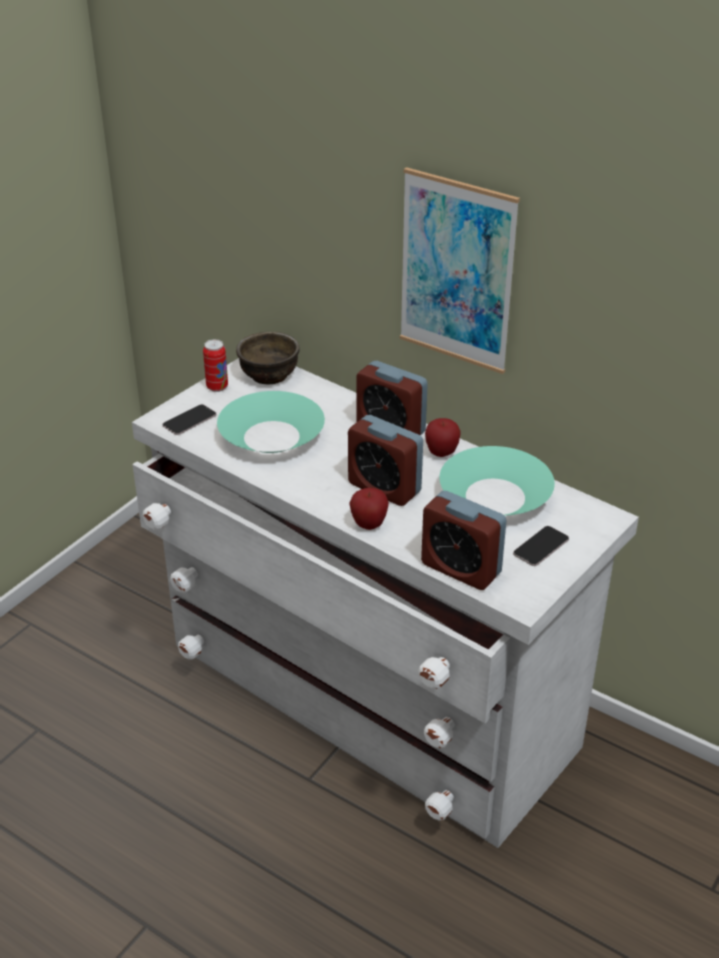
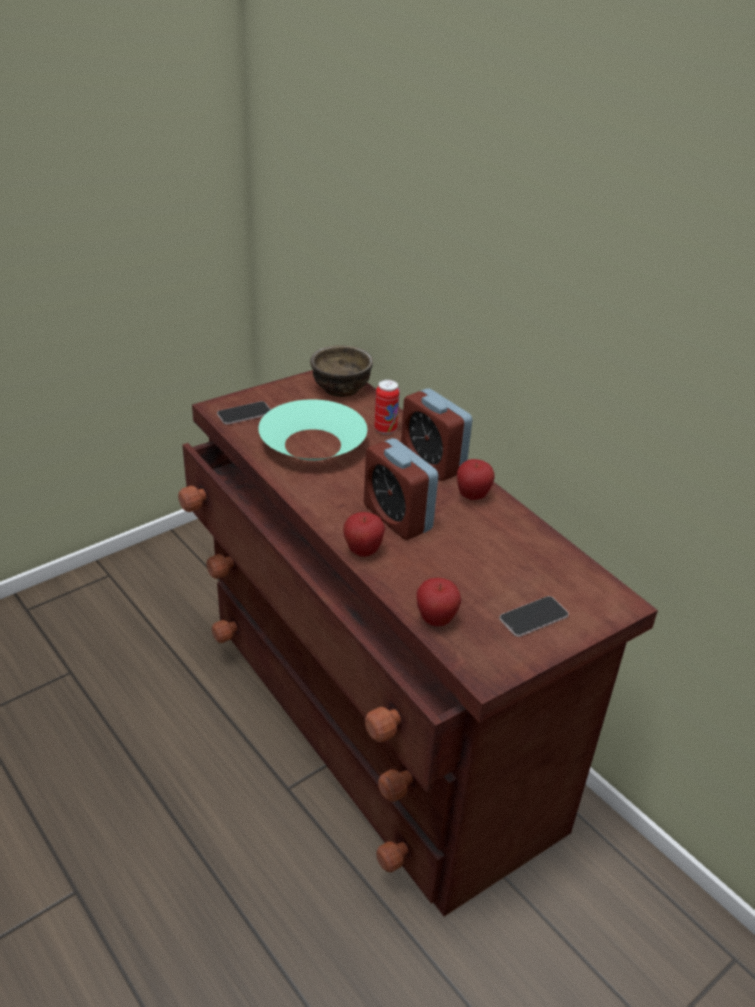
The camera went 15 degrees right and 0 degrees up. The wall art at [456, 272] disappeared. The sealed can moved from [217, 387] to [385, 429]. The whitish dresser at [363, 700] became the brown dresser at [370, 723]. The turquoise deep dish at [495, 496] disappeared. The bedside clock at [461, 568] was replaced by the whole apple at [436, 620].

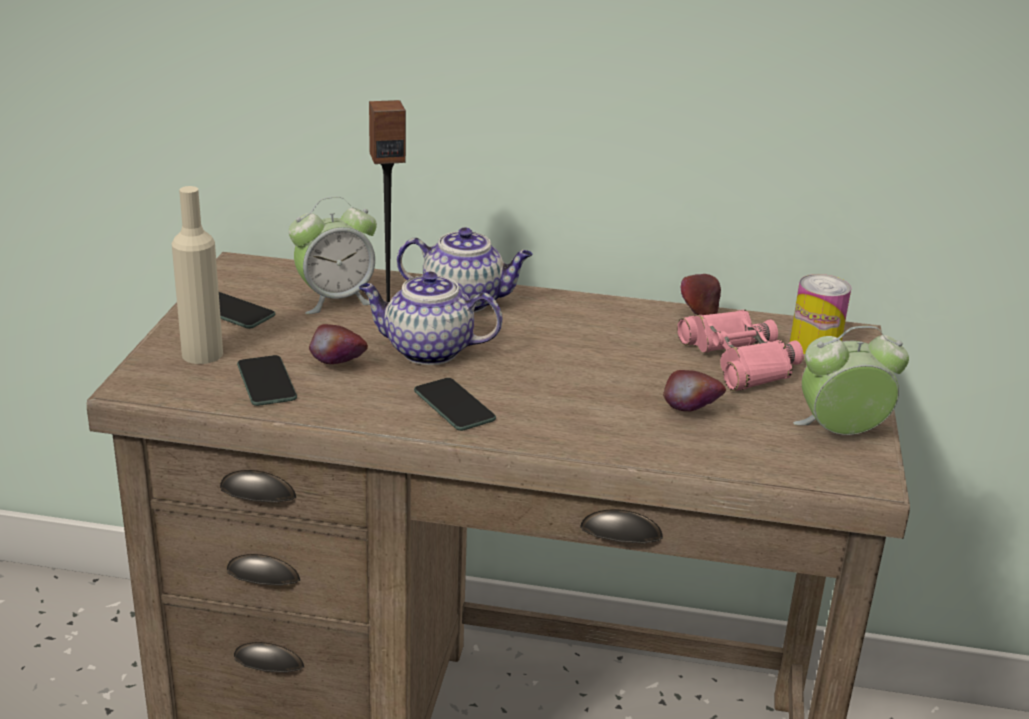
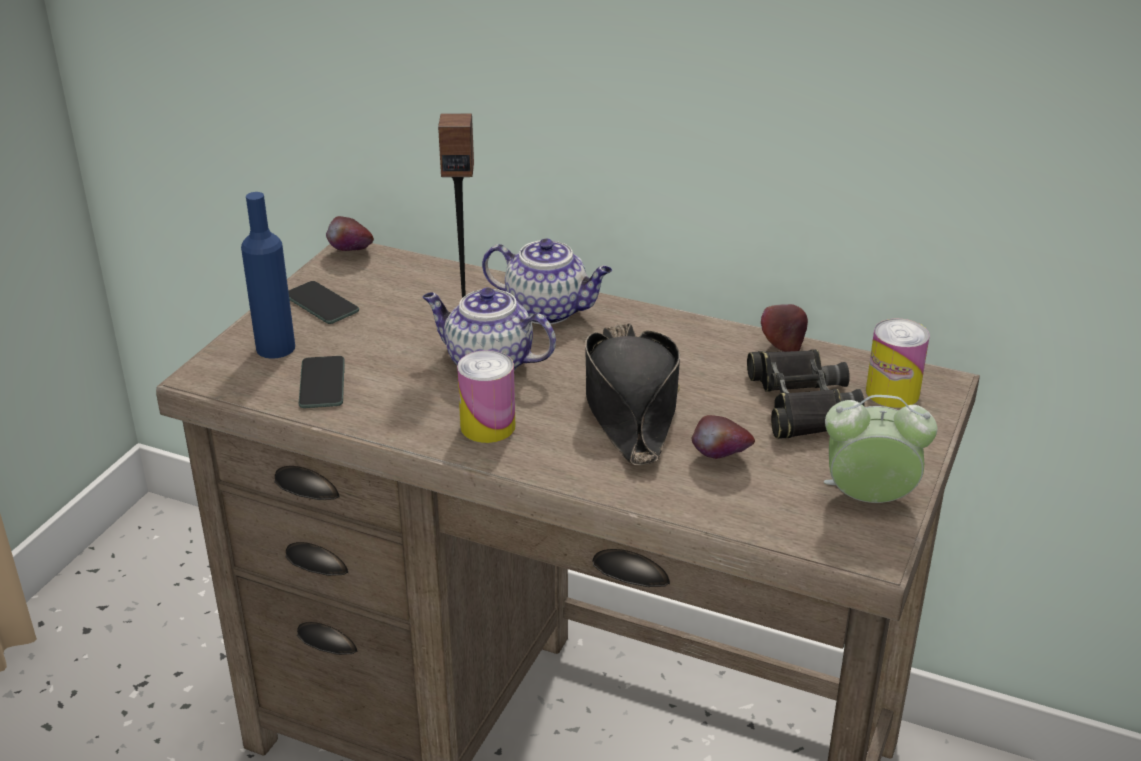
The camera went 15 degrees right and 5 degrees up. The beige bottle at [202, 354] became the blue bottle at [275, 348]. The bedside clock at [335, 300] disappeared. The pink-coloured field glasses at [739, 360] became the black field glasses at [800, 403]. The whole apple moved from [338, 367] to [351, 254]. The phone at [454, 405] was replaced by the sealed can at [488, 426]. The black clothing hat at [630, 405] appeared.

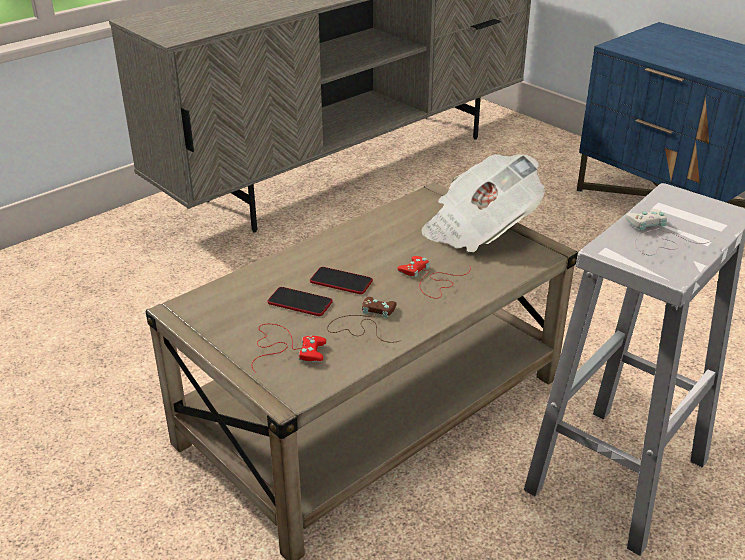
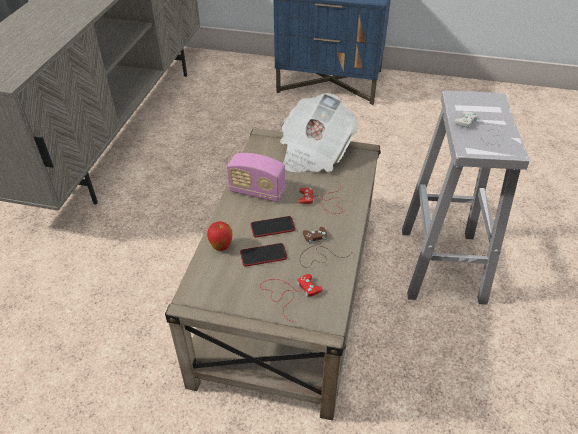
The camera went 35 degrees left and 10 degrees up. The radio set at [257, 192] appeared. The whole apple at [221, 247] appeared.

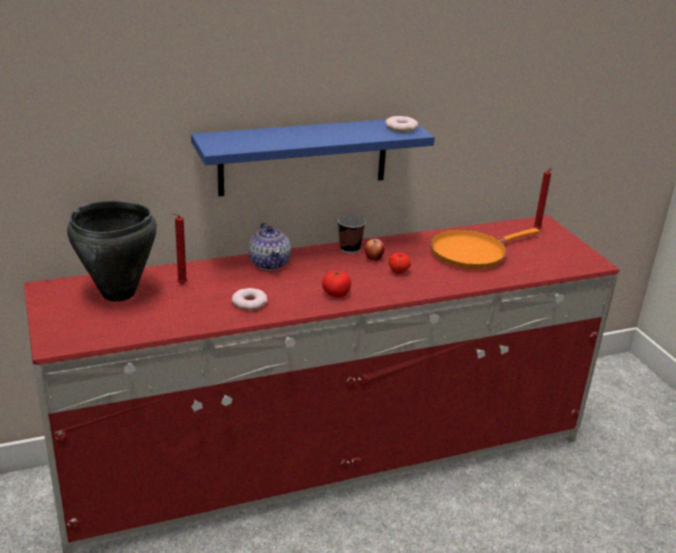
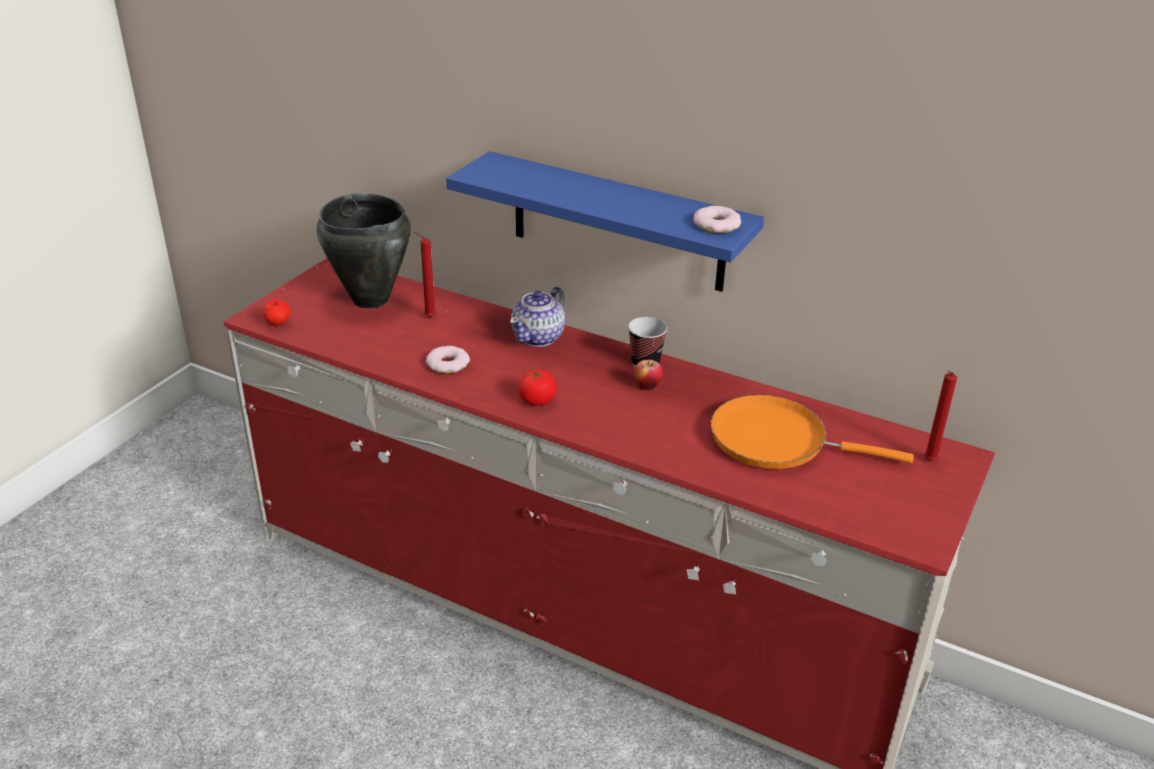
The camera went 50 degrees right and 5 degrees up. The whole apple moved from [398, 272] to [278, 324].

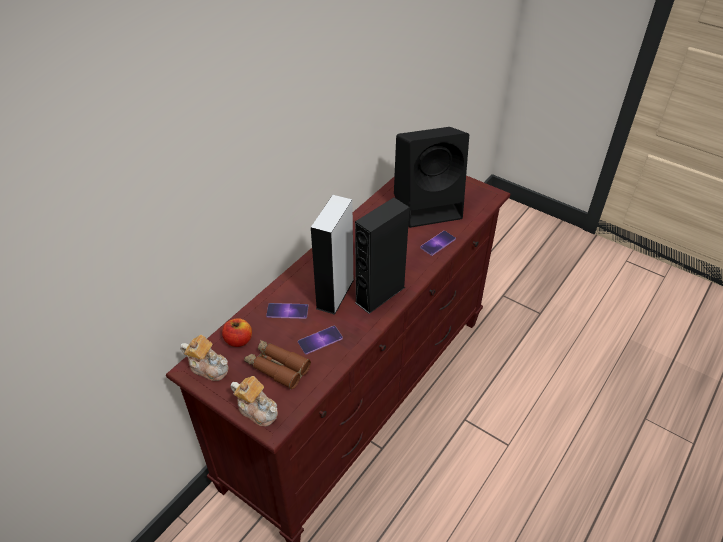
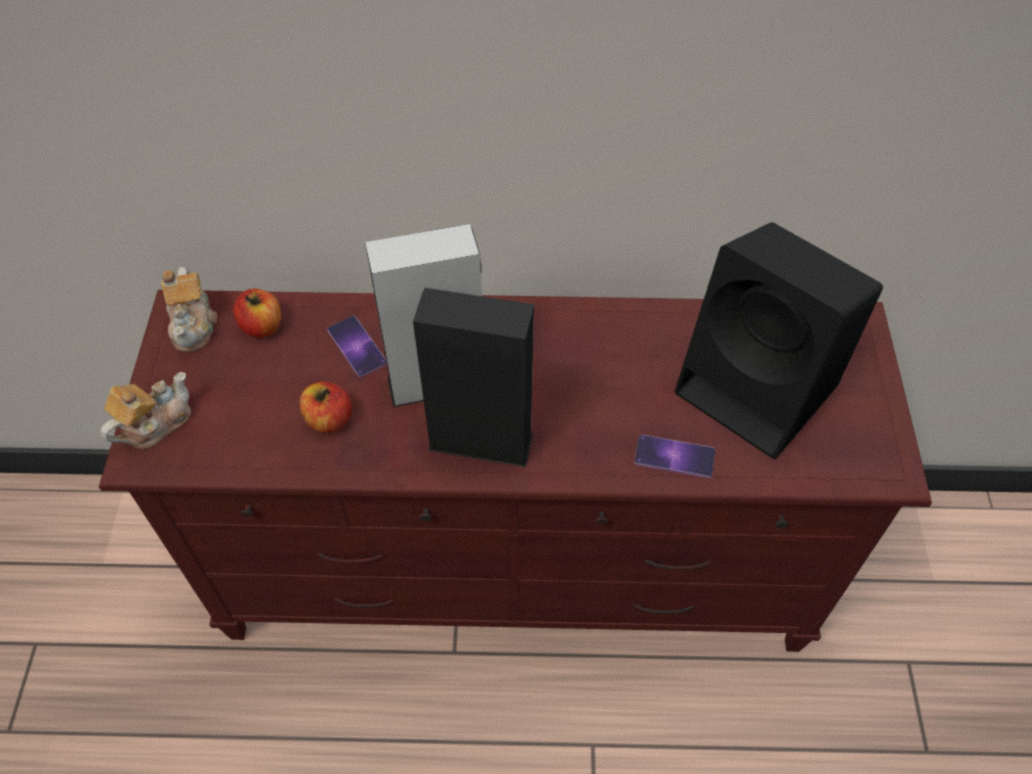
The camera went 55 degrees right and 10 degrees up. The phone at [320, 340] was replaced by the whole apple at [329, 419]. The brown field glasses at [277, 367] disappeared. The tea pot at [257, 409] turned 135 degrees counterclockwise.

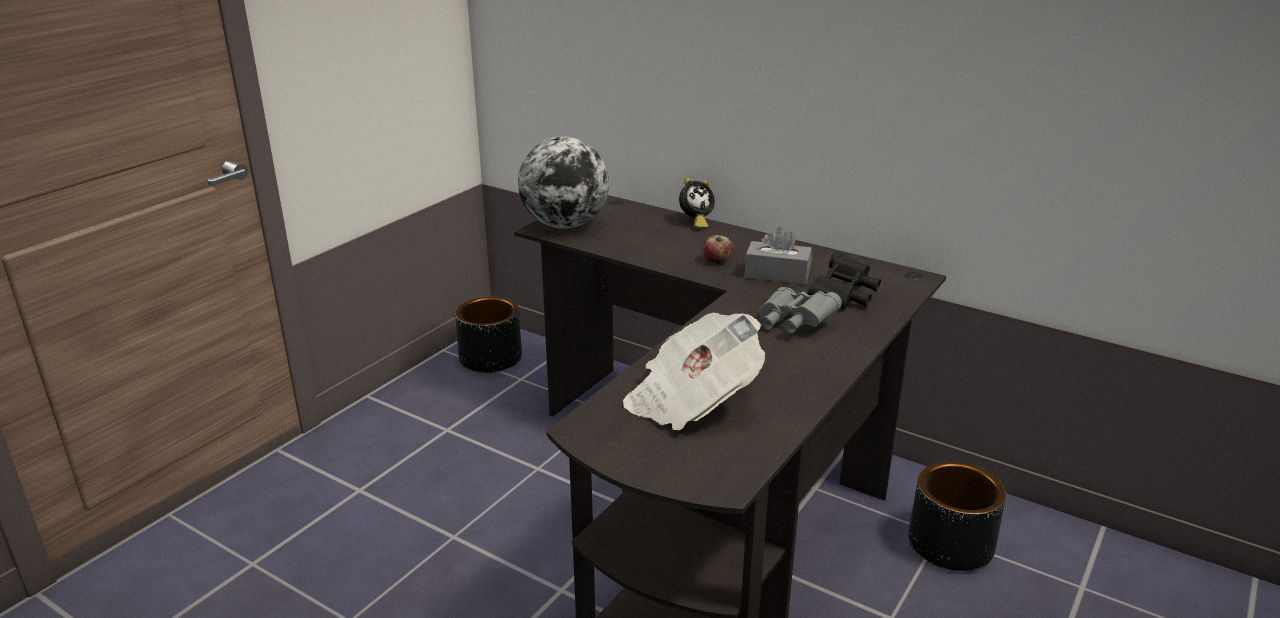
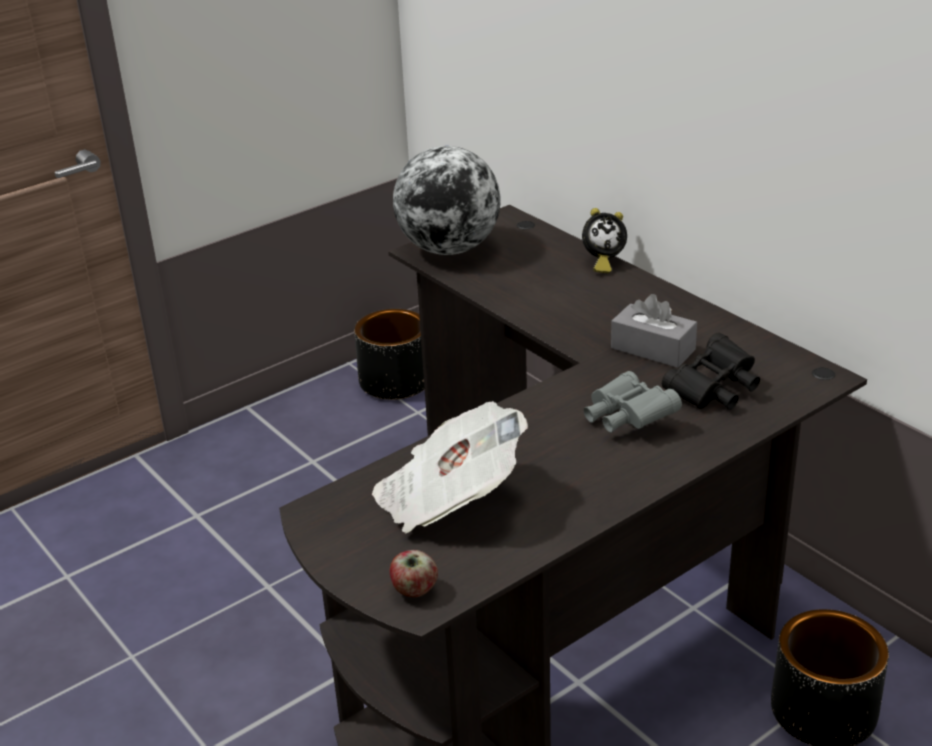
The camera went 20 degrees right and 5 degrees up. The whole apple moved from [717, 261] to [414, 590].

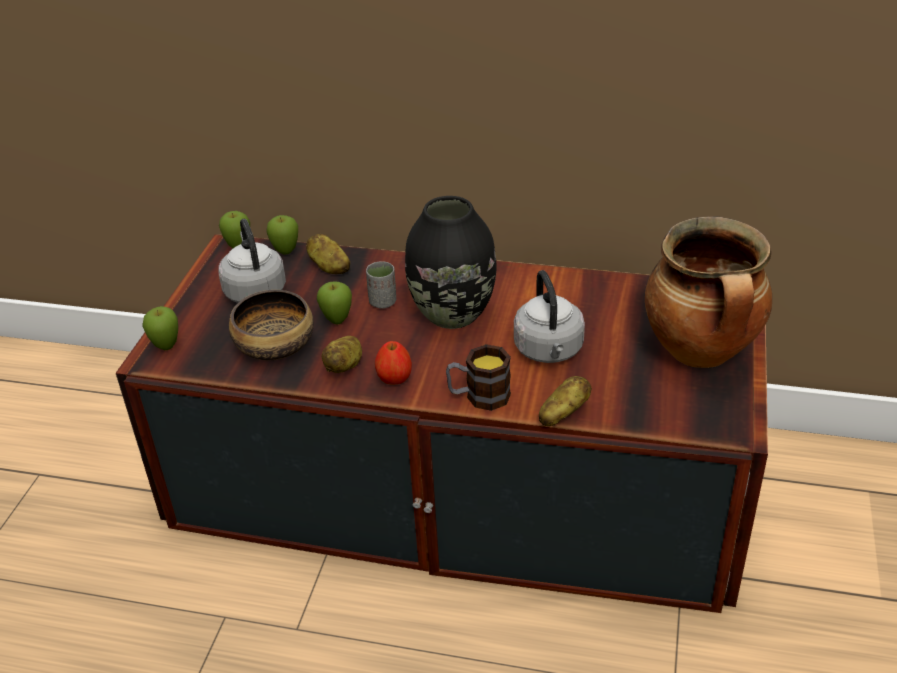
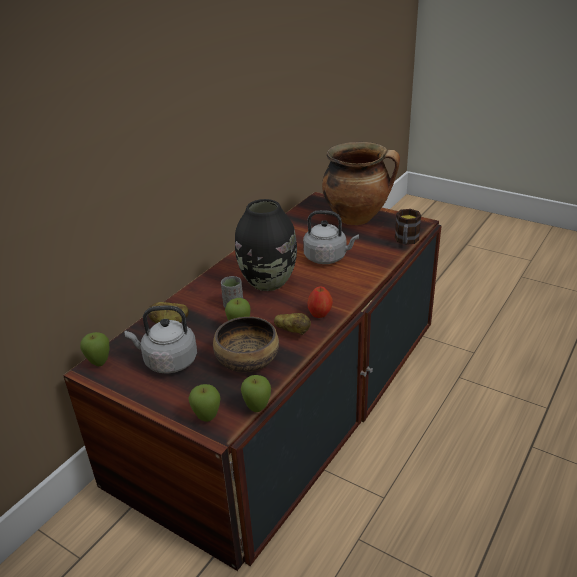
The camera went 70 degrees left and 5 degrees down. The whole apple moved from [286, 252] to [257, 409]. The coffee mug moved from [479, 396] to [406, 241]. The whole potato at [563, 414] disappeared.

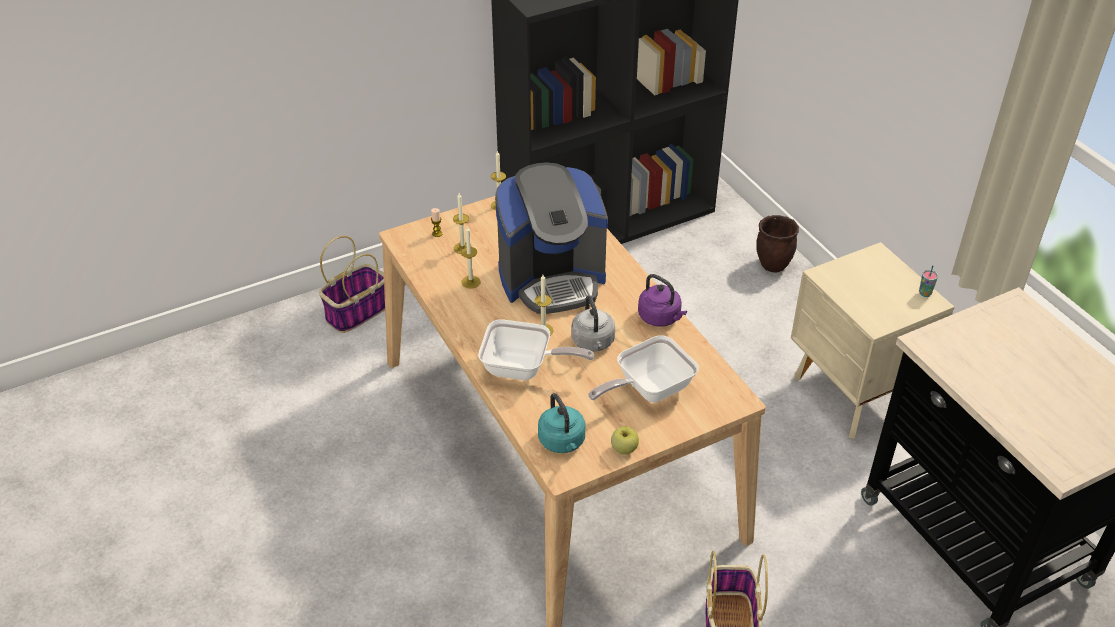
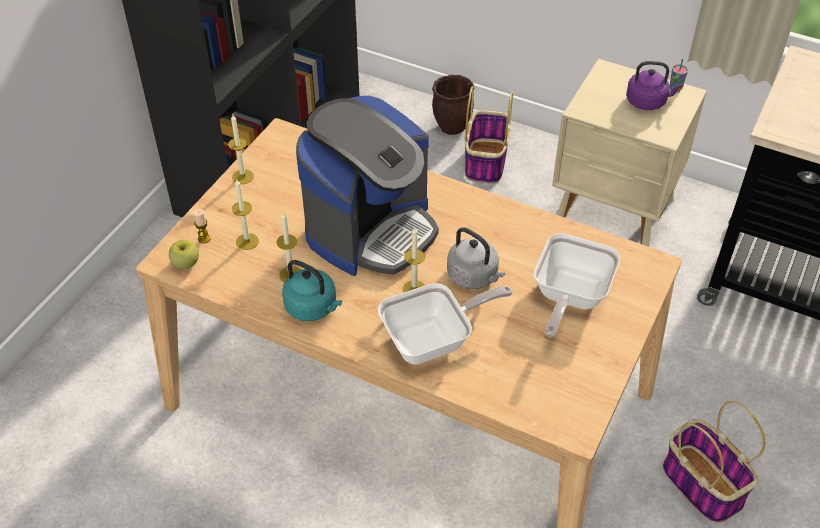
The camera went 35 degrees left and 5 degrees up. The storage basket moved from [357, 311] to [485, 161]. The purple-coloured kettle moved from [661, 318] to [648, 102]. The turquoise kettle moved from [562, 442] to [313, 307]. The whole apple moved from [624, 449] to [186, 263].

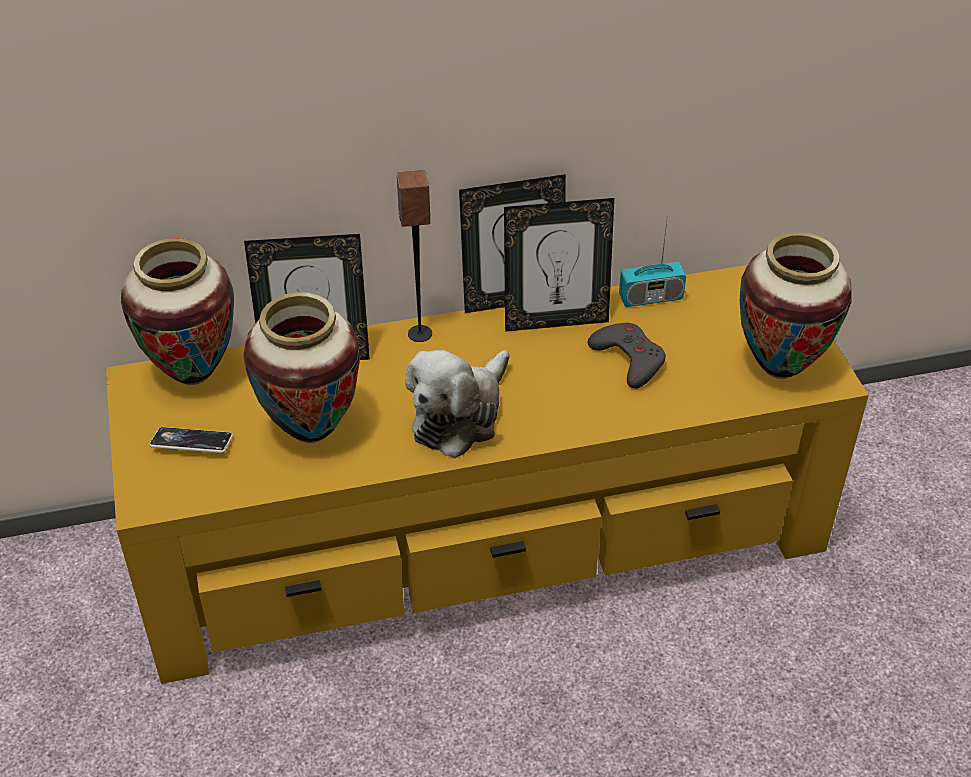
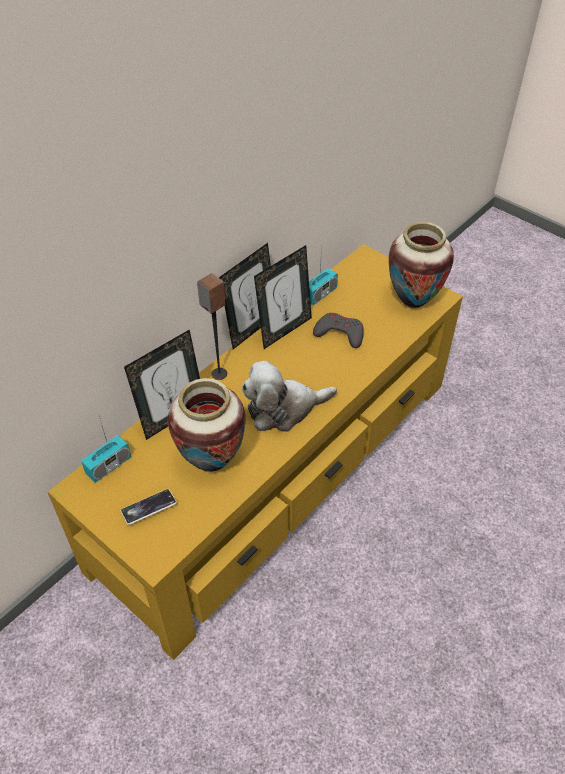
The camera went 35 degrees left and 5 degrees up. The vase at [193, 374] was replaced by the radio set at [109, 466]. The soft toy at [460, 415] turned 75 degrees clockwise.

